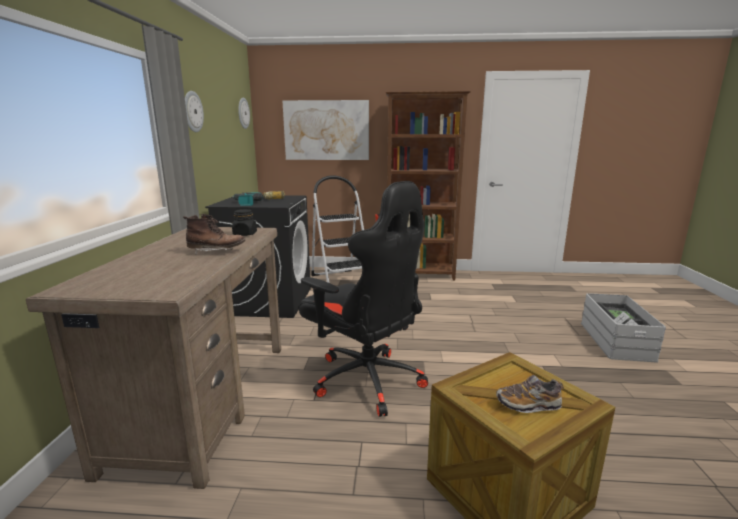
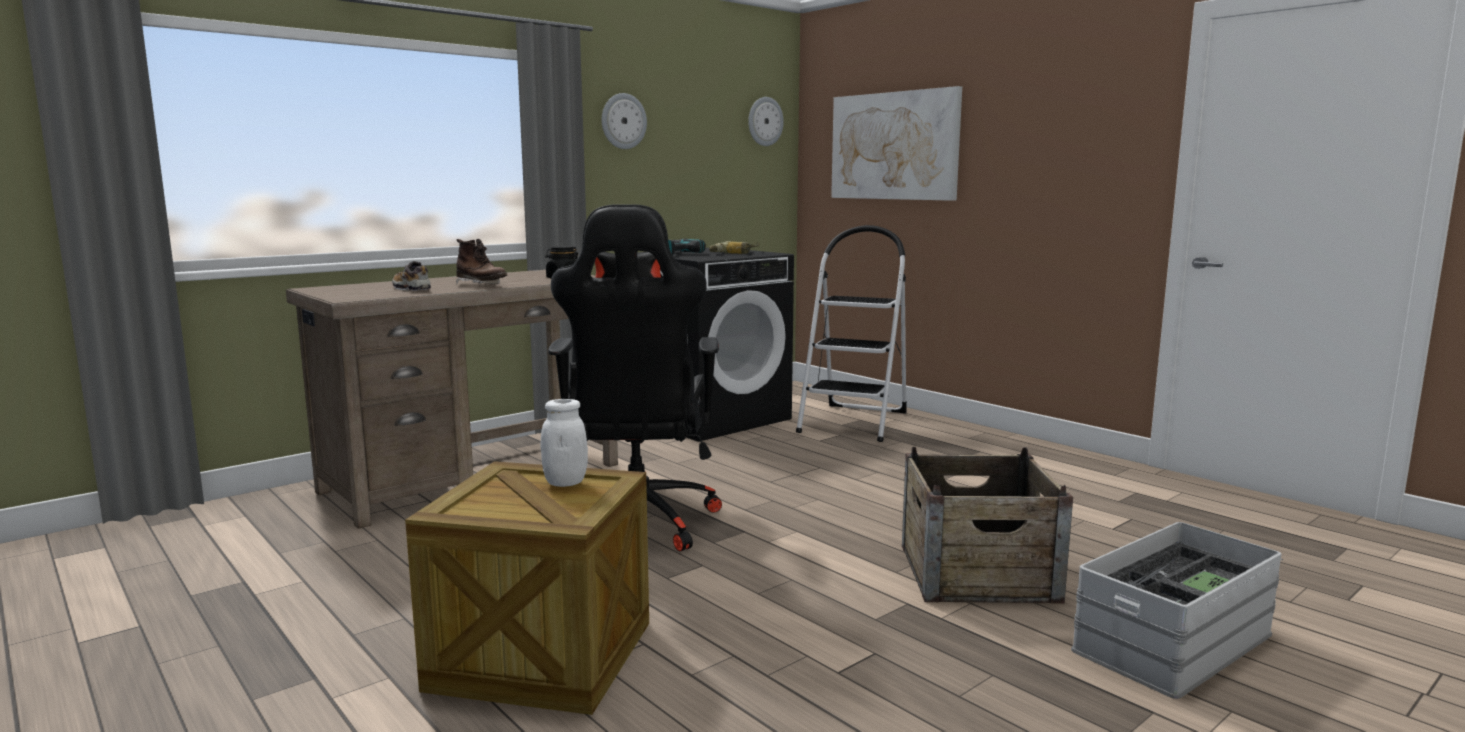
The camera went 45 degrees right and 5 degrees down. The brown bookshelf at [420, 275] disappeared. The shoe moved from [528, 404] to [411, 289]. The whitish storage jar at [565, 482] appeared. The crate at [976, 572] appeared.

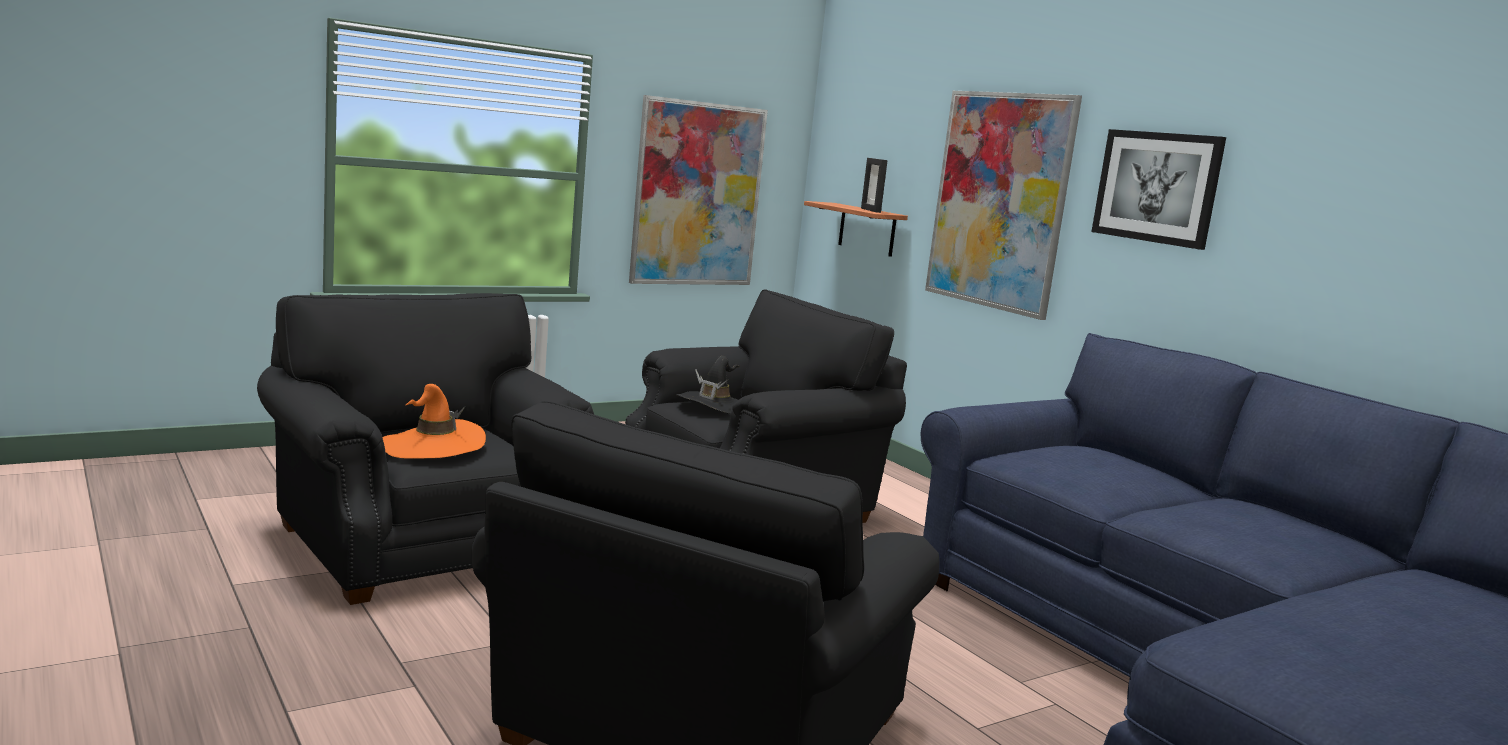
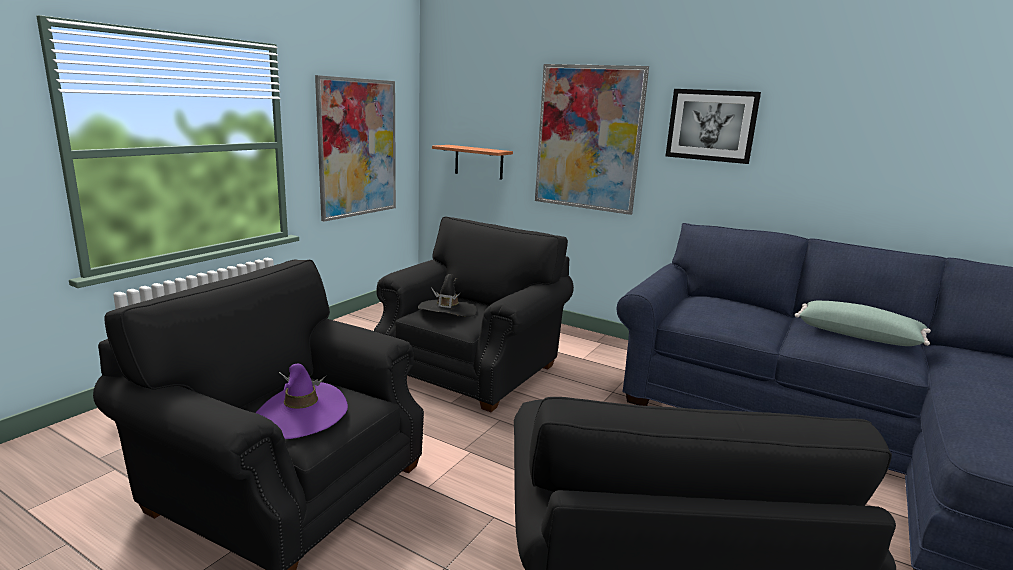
The camera went 25 degrees left and 5 degrees up. The picture frame at [871, 210] disappeared. The orangey clothing hat at [432, 446] became the purple-coloured clothing hat at [301, 415]. The green-coloured cushion at [858, 335] appeared.

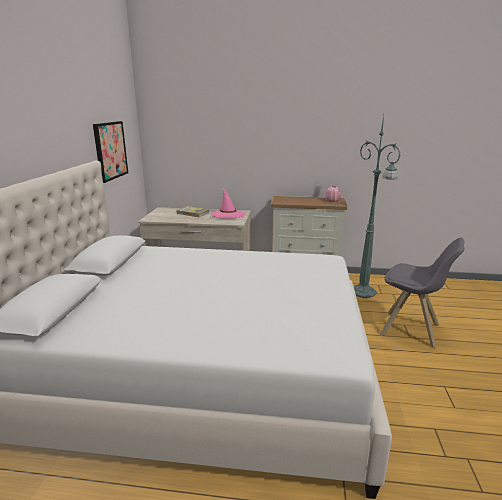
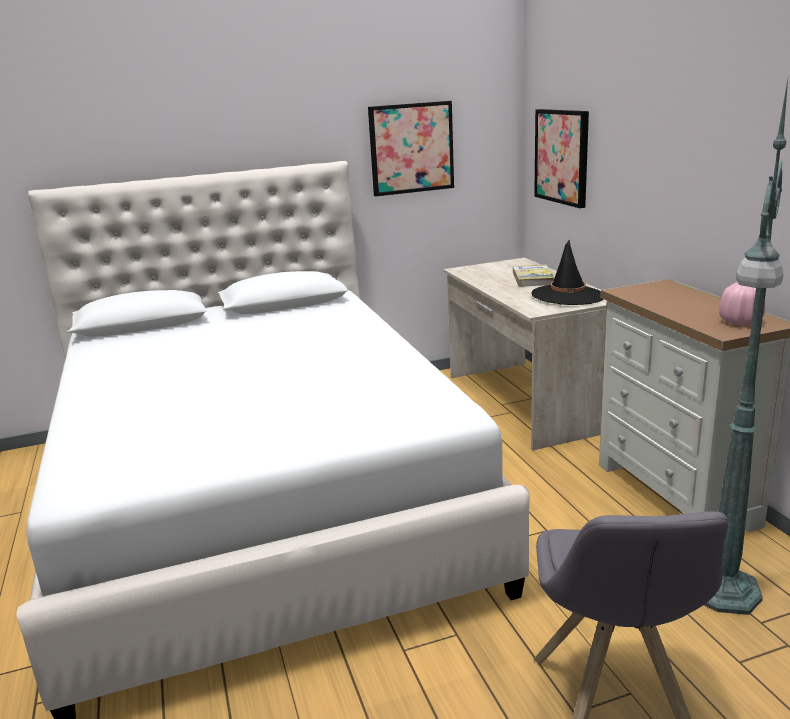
The camera went 65 degrees right and 0 degrees up. The pink-coloured clothing hat at [228, 214] became the black clothing hat at [568, 296]. The wall art at [562, 156] appeared.

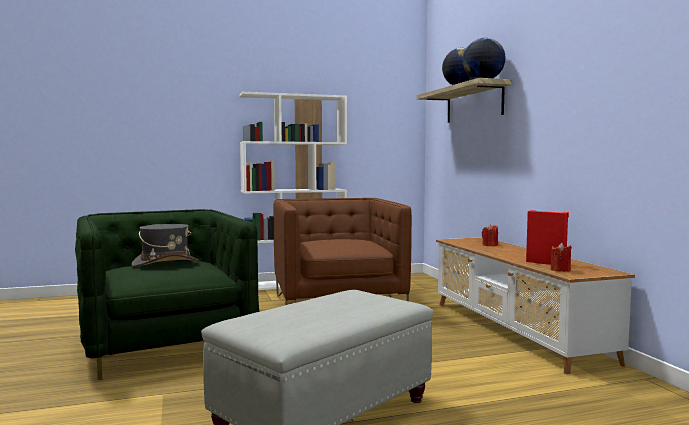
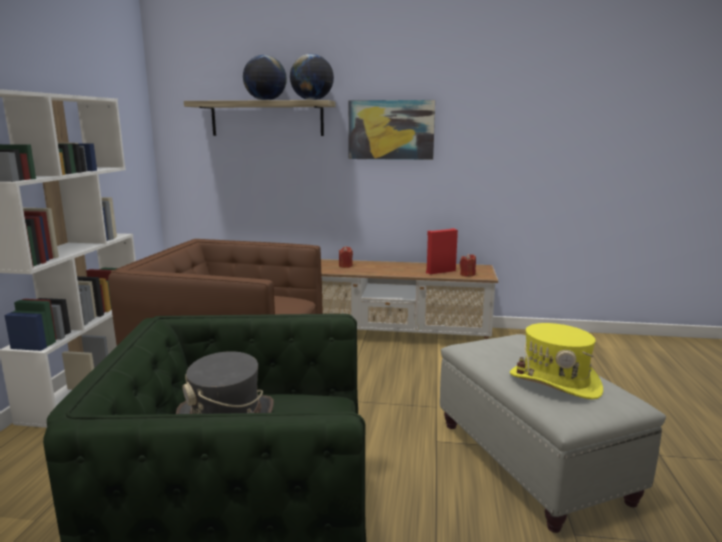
The camera went 65 degrees left and 10 degrees up. The wall art at [391, 130] appeared. The yellow-coloured clothing hat at [555, 382] appeared.

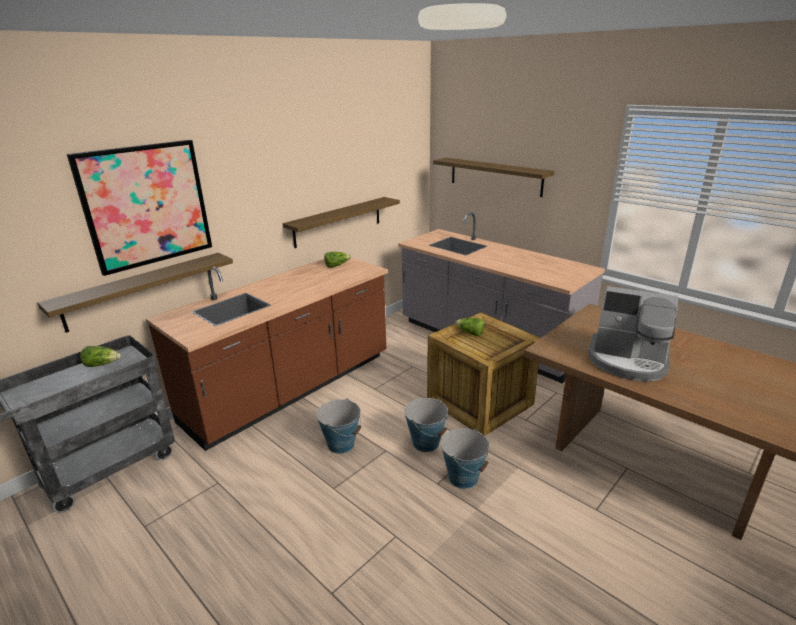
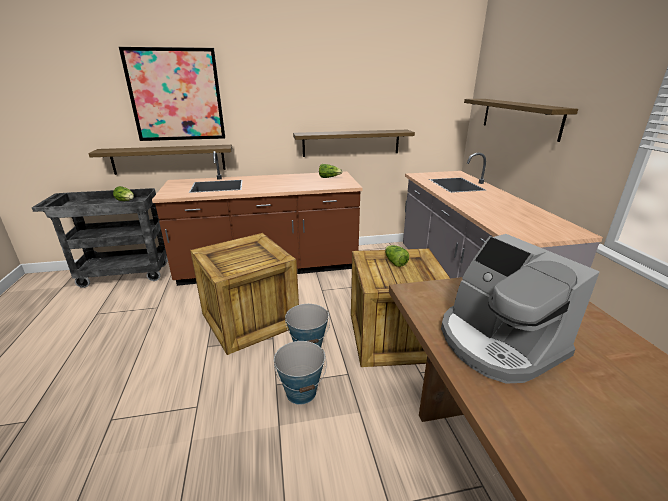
The camera went 35 degrees right and 0 degrees up. The bucket at [341, 444] was replaced by the crate at [250, 318].

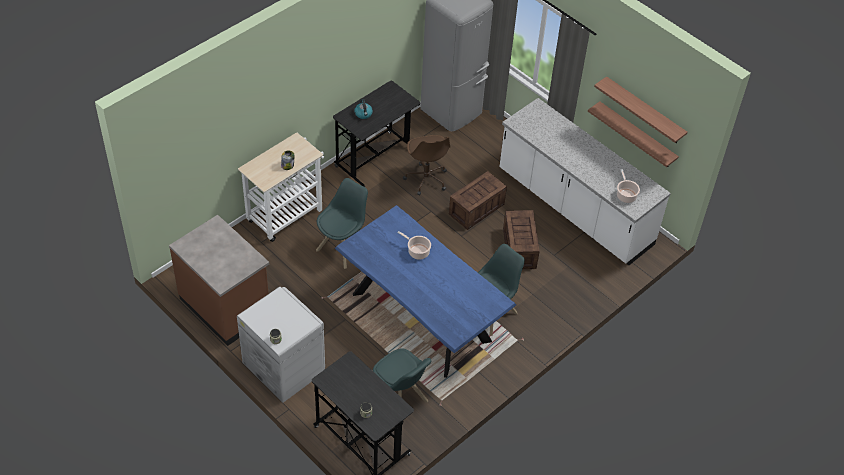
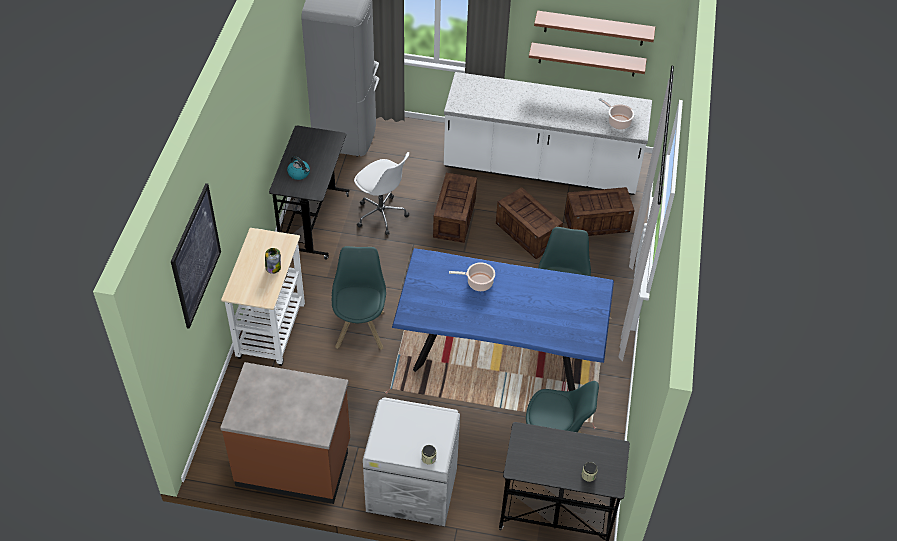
The camera went 35 degrees left and 0 degrees up. The brown office chair at [427, 180] became the whitish office chair at [382, 216]. The wall art at [196, 256] appeared. The crate at [597, 222] appeared.

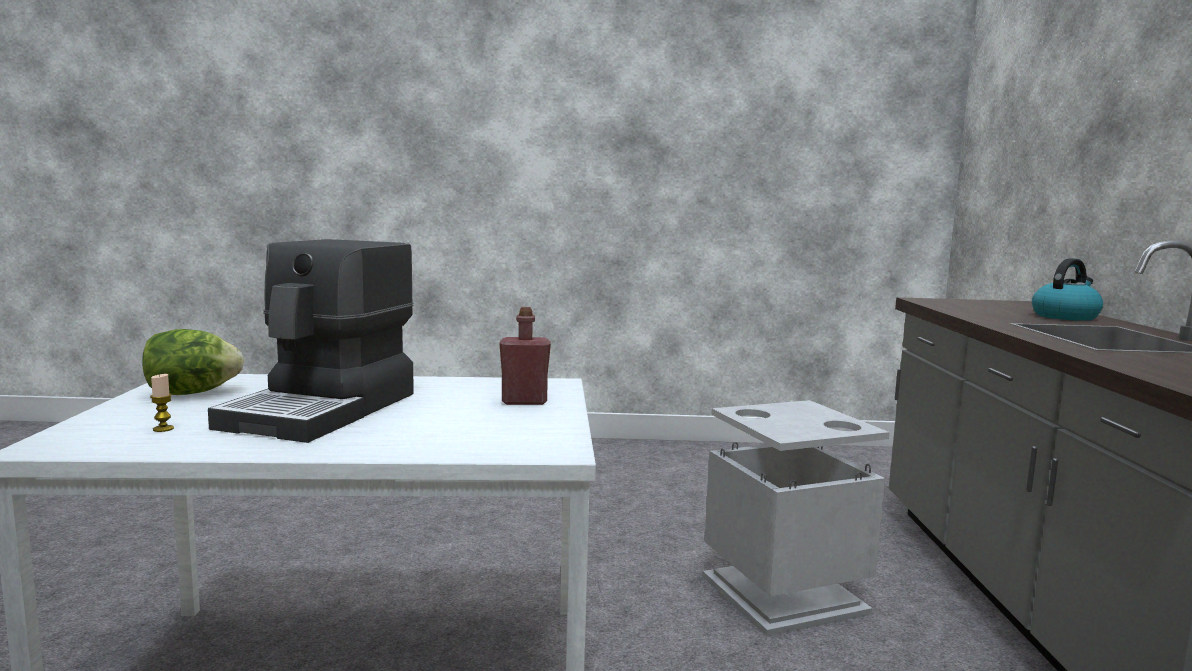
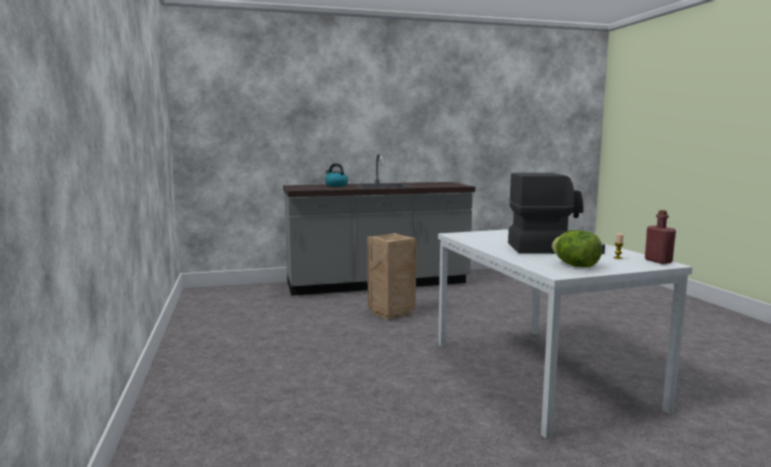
The camera went 105 degrees left and 0 degrees up. The reddish bottle moved from [524, 401] to [658, 261]. The gray trash can at [785, 595] was replaced by the crate at [391, 313].

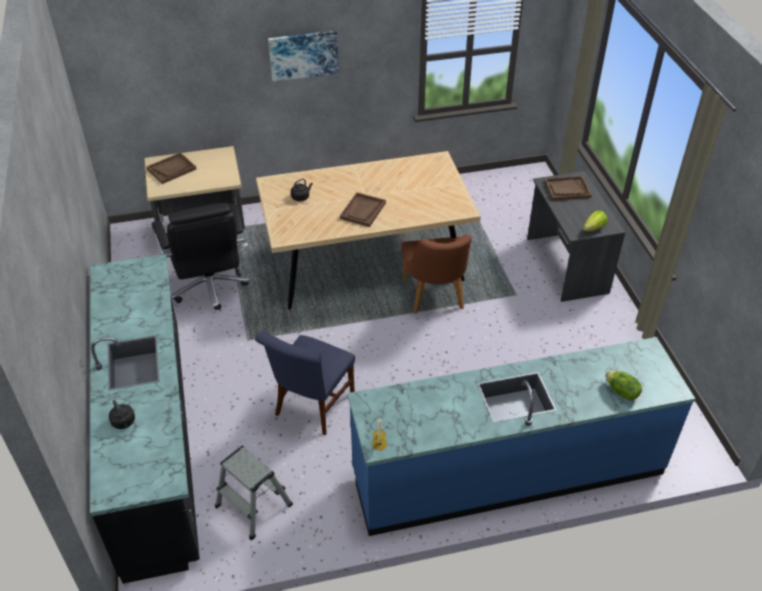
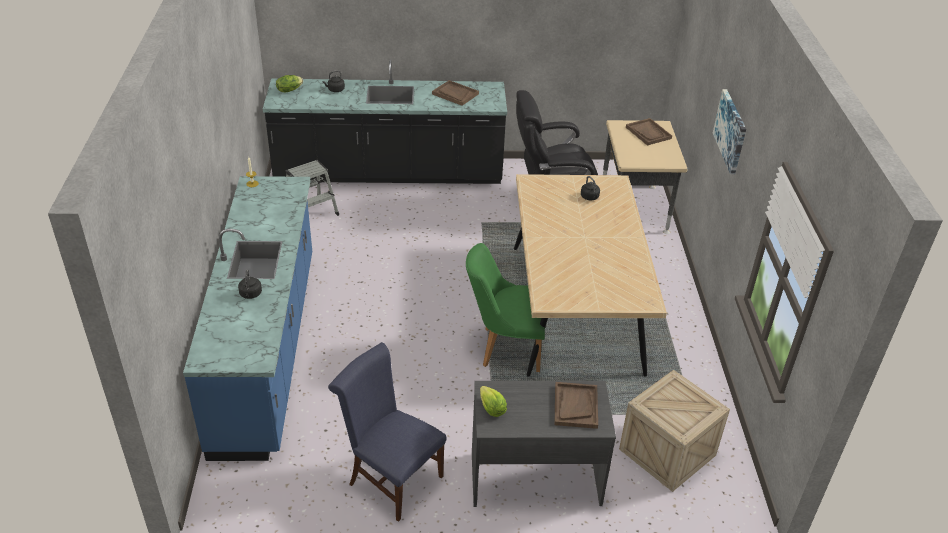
The camera went 100 degrees right and 5 degrees down. The brown tray moved from [363, 211] to [455, 94]. The brown plain chair at [435, 298] became the green-coloured plain chair at [504, 348]. The blue plain chair moved from [312, 407] to [391, 478]. The lettuce head moved from [621, 392] to [289, 90]. The black kettle at [250, 294] appeared. The crate at [667, 452] appeared.

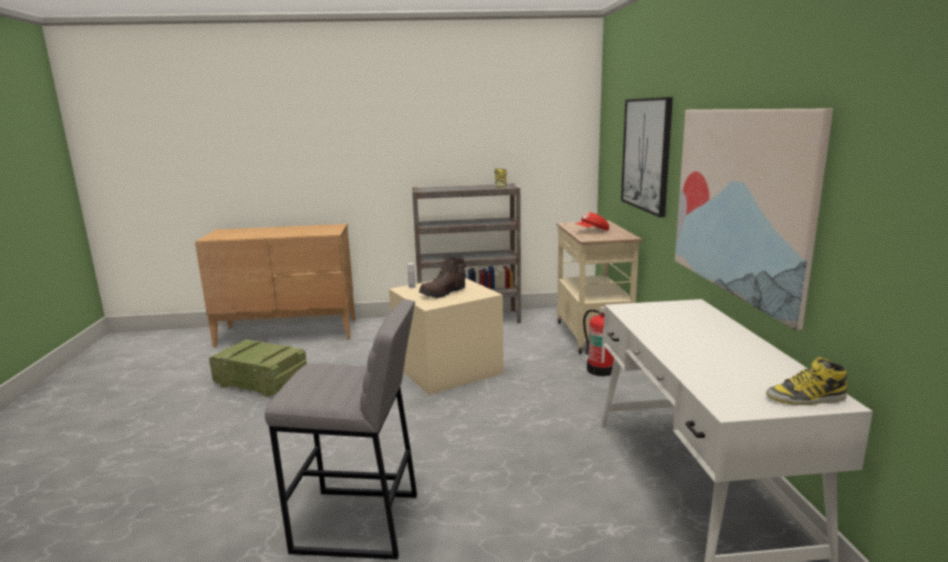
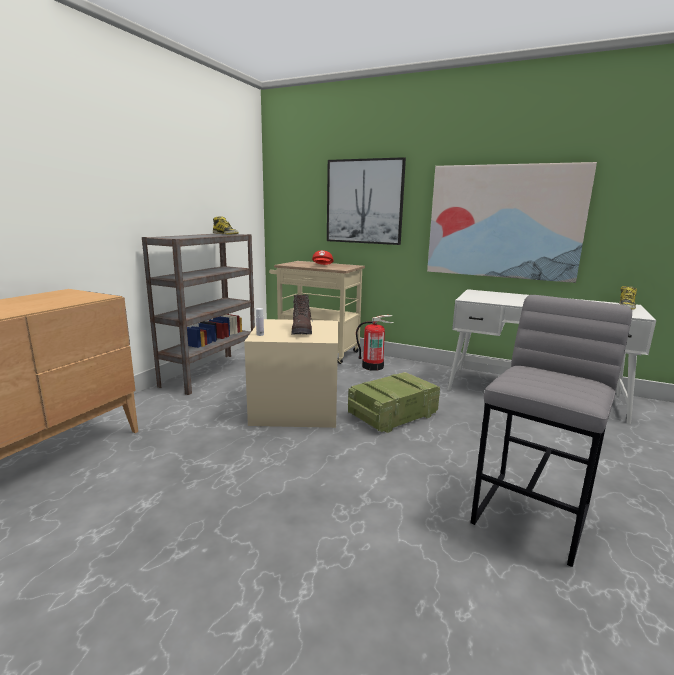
The camera went 60 degrees left and 0 degrees up. The crate moved from [262, 381] to [393, 415].

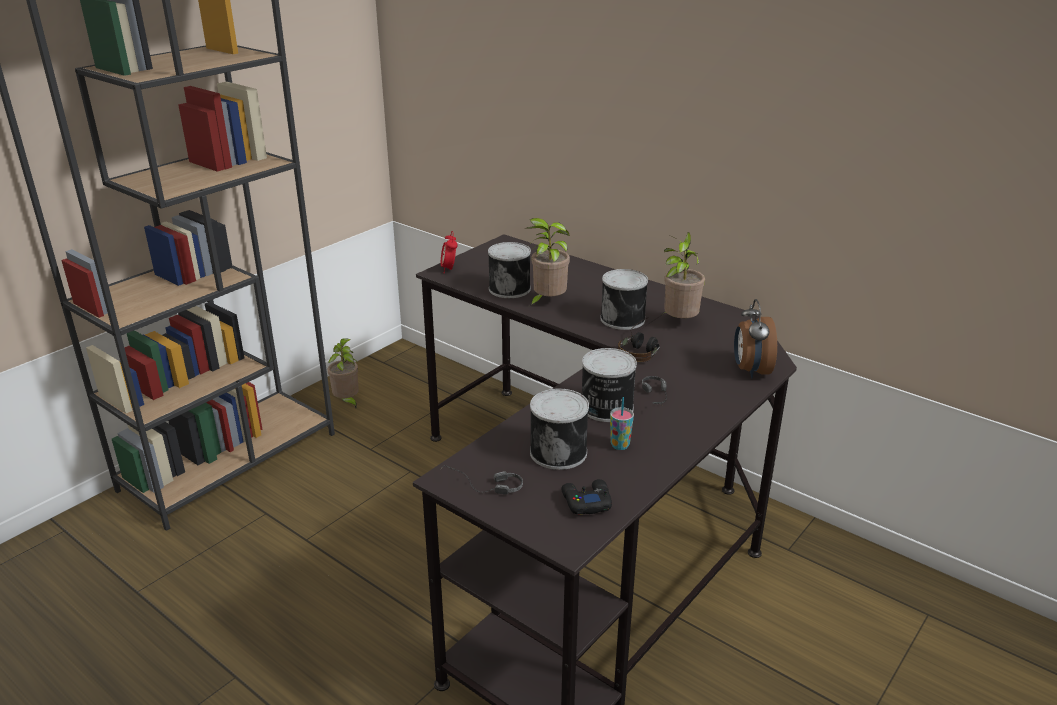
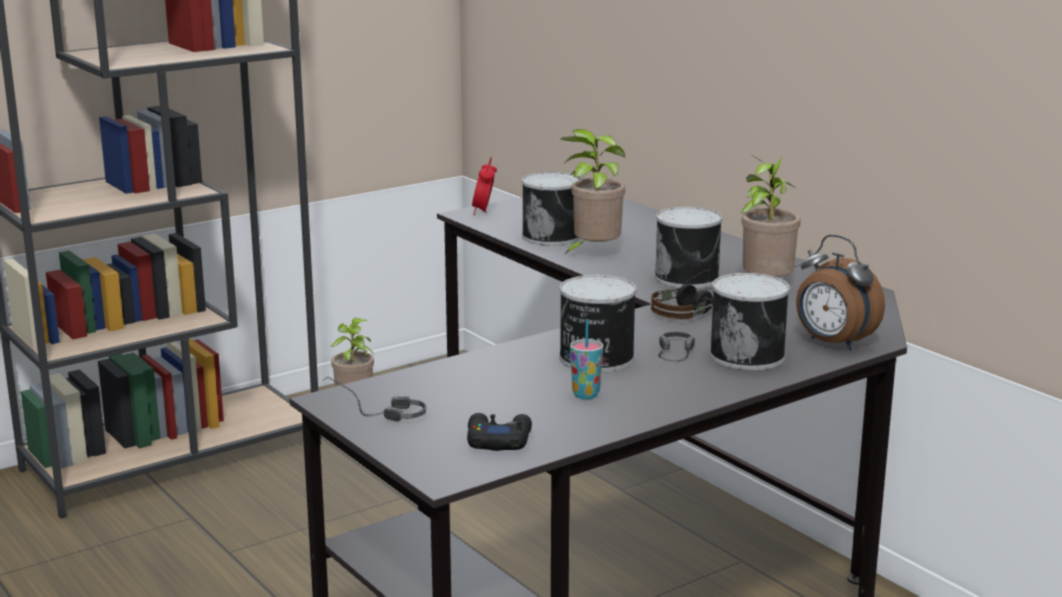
The camera went 15 degrees right and 10 degrees down. The bedside clock at [750, 370] turned 60 degrees counterclockwise. The sealed can moved from [559, 451] to [748, 355].

